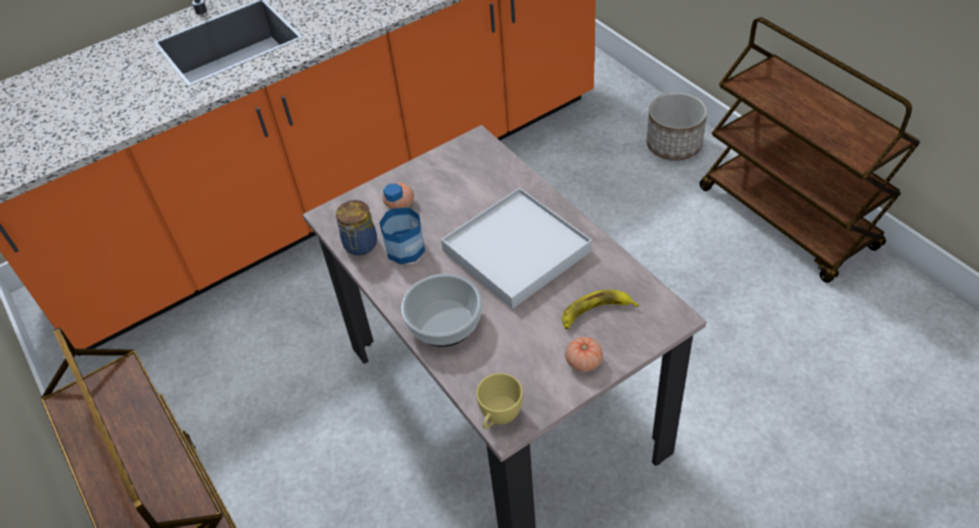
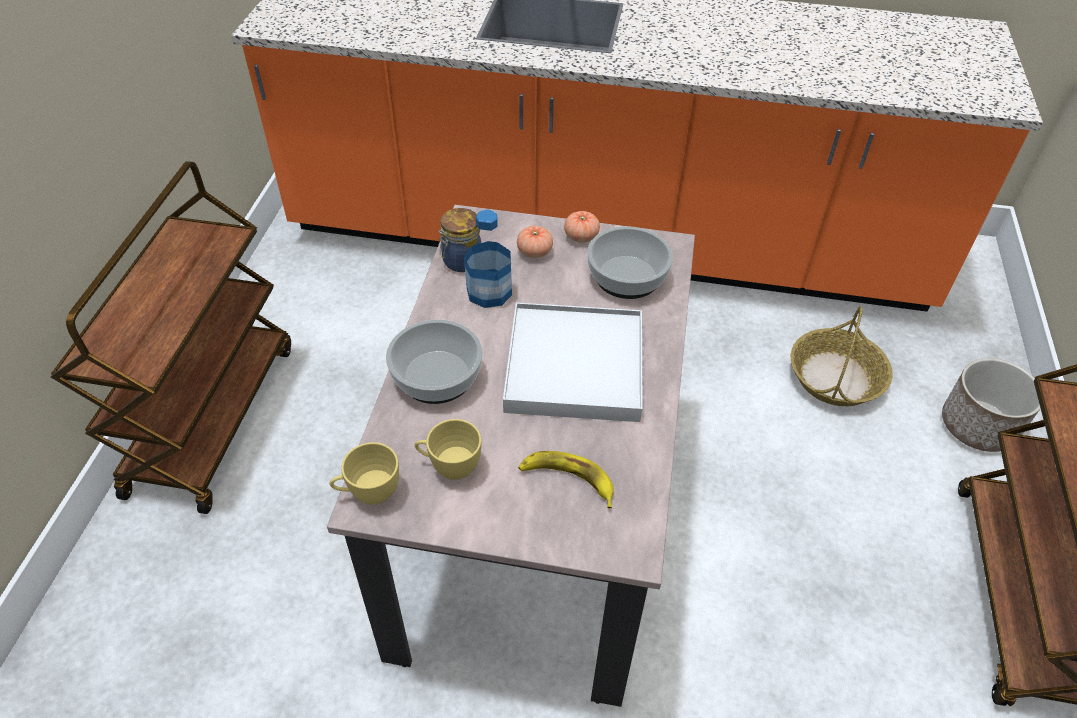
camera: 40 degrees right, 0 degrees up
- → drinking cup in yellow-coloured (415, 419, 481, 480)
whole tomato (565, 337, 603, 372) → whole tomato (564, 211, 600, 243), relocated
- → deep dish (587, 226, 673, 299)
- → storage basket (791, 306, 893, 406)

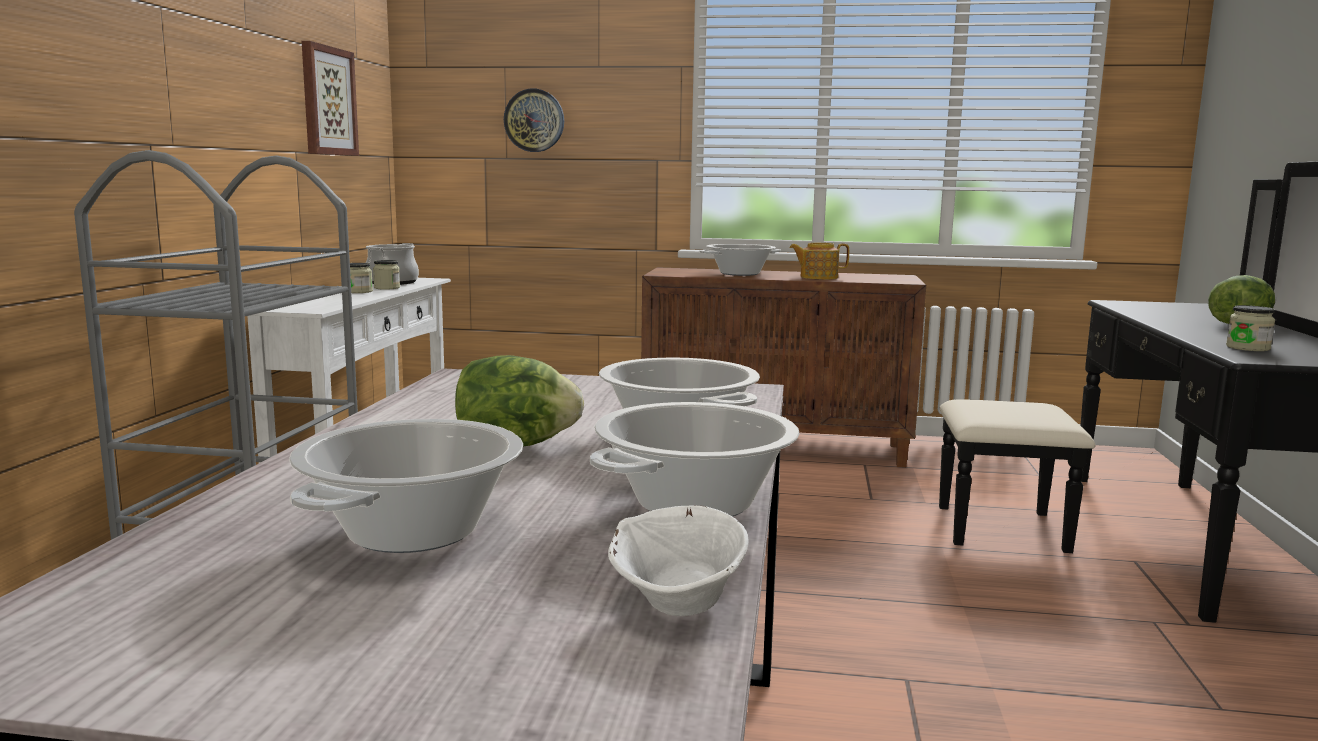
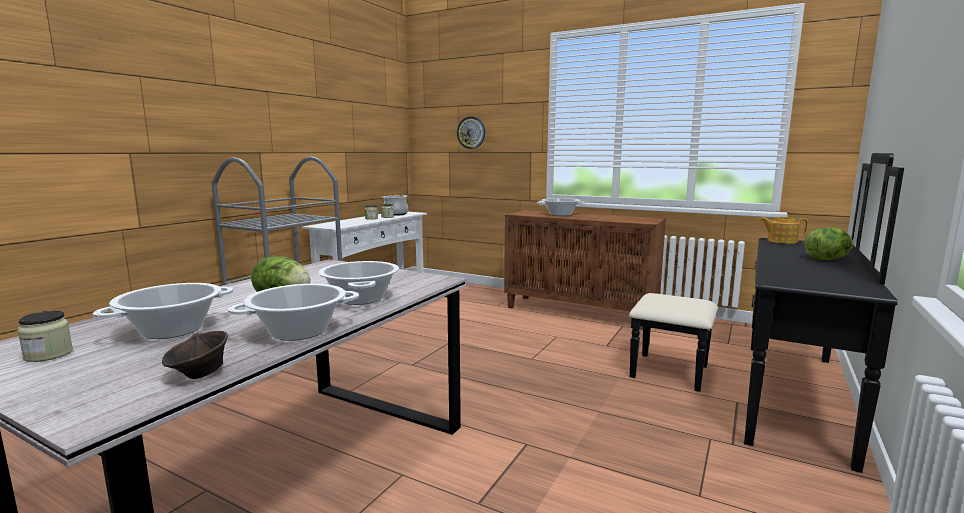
camera: 20 degrees right, 0 degrees up
preserve jar (1226, 305, 1275, 351) → preserve jar (17, 311, 73, 362), relocated
deep dish in white-coloured (608, 505, 749, 616) → deep dish in brown (162, 331, 228, 379)
teapot (789, 243, 849, 279) → teapot (760, 217, 808, 244), relocated
picture (302, 41, 359, 156) → -

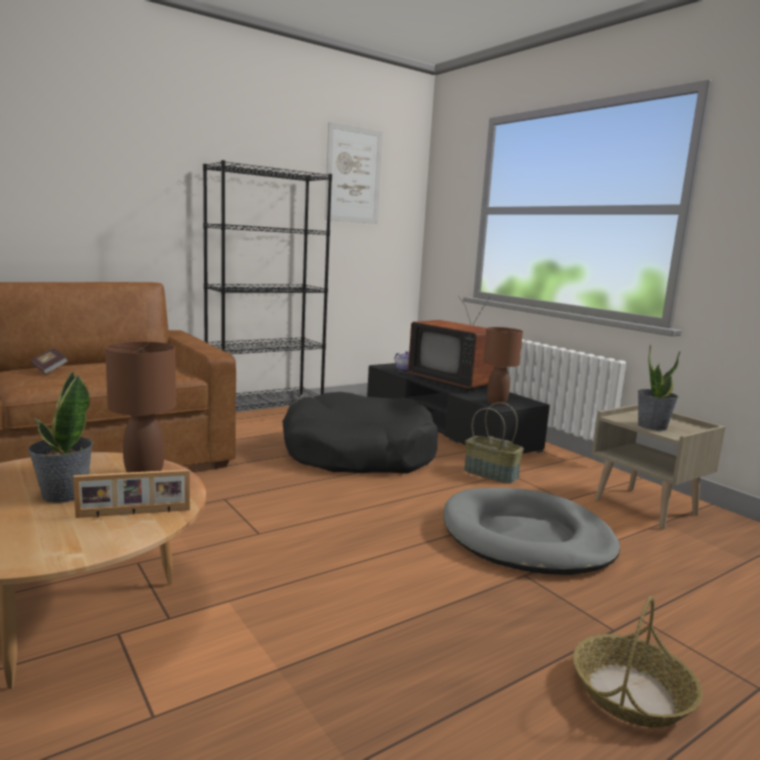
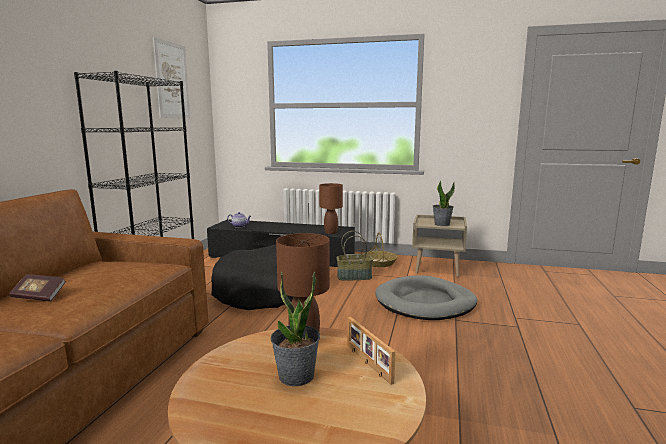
camera: 40 degrees left, 0 degrees up
picture frame (73, 469, 190, 518) → picture frame (347, 317, 395, 385), 120 degrees clockwise
storage basket (573, 596, 703, 728) → storage basket (362, 233, 398, 267), relocated
TV (408, 297, 494, 391) → -

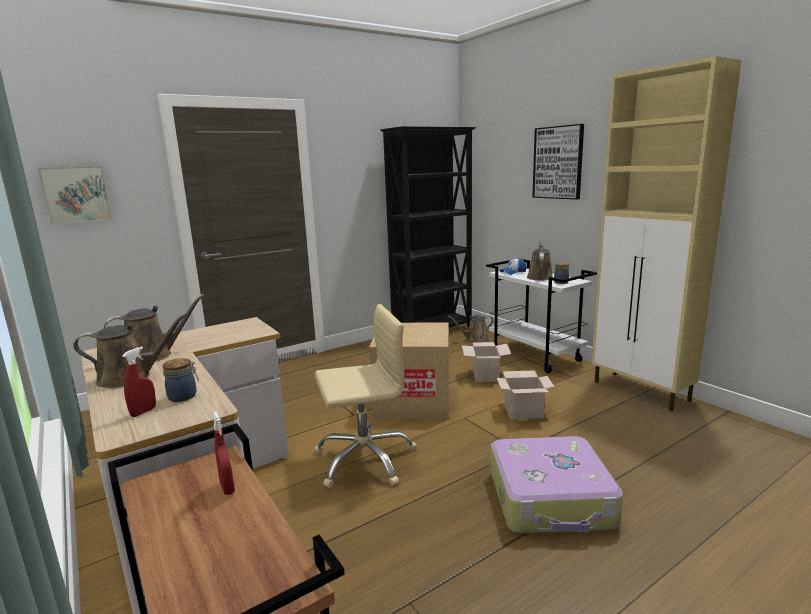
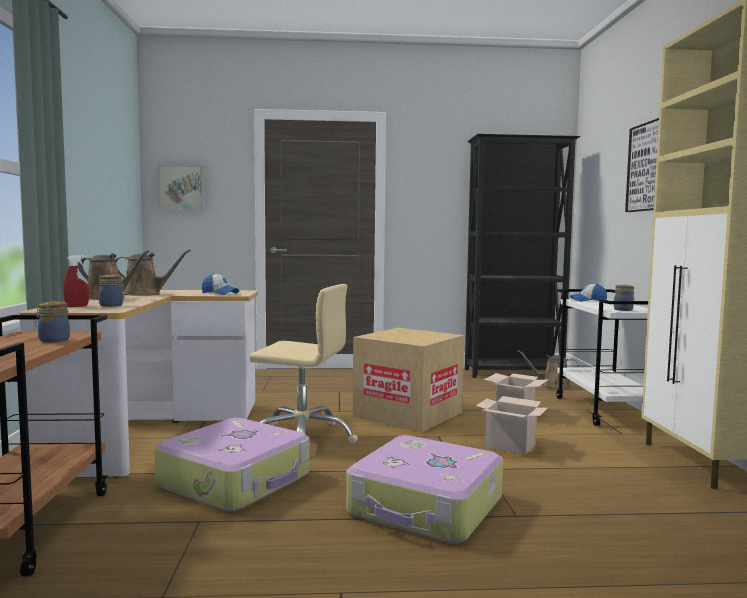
camera: 30 degrees right, 10 degrees down
spray bottle in red-coloured (212, 412, 235, 495) → preserve jar (35, 302, 70, 343)
- → suitcase (155, 418, 309, 512)
- → peaked cap (202, 273, 239, 295)
watering can in brown (527, 239, 553, 280) → -

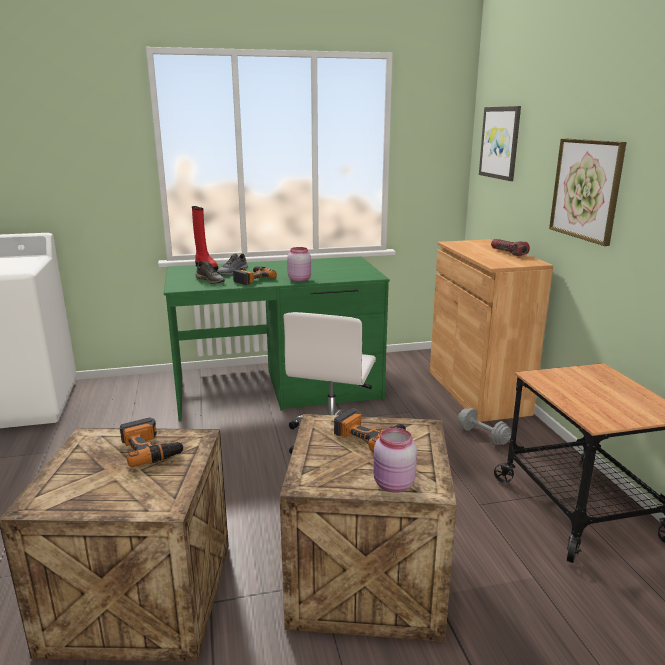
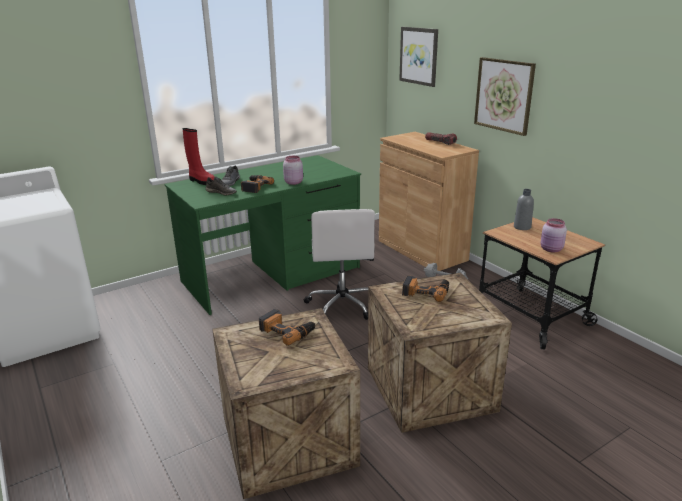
camera: 20 degrees left, 5 degrees up
- → beverage bottle in greyish (514, 189, 534, 230)
preserve jar in pink (373, 428, 417, 492) → preserve jar in pink (540, 218, 567, 253), relocated

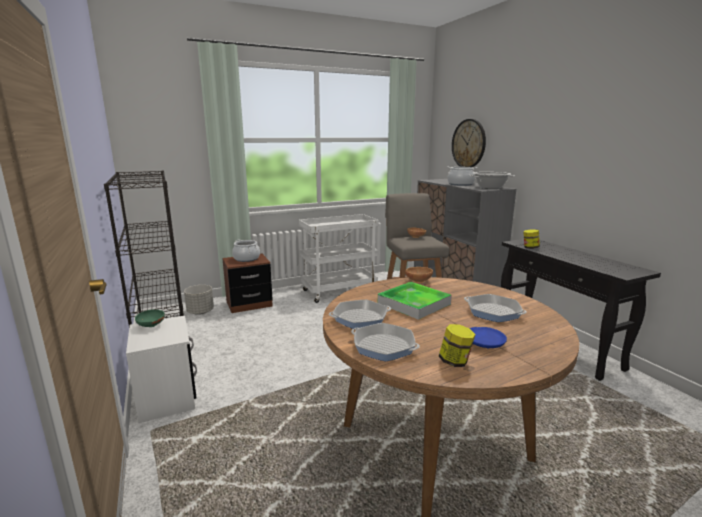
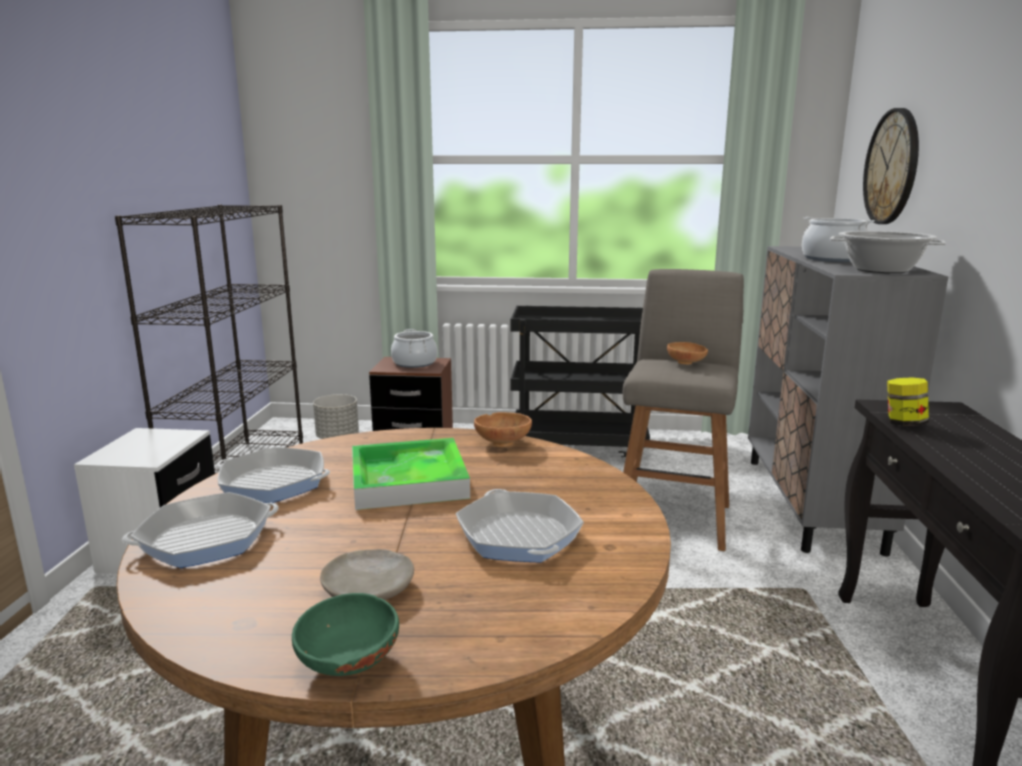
camera: 30 degrees right, 0 degrees up
skillet (351, 323, 420, 361) → skillet (122, 492, 279, 568), 90 degrees counterclockwise
deep dish in green-coloured (135, 309, 165, 327) → deep dish in green-coloured (292, 593, 399, 676), relocated
plate in blue (470, 327, 507, 348) → plate in beige (320, 549, 414, 600)
trolley in white-coloured (299, 214, 379, 303) → trolley in black (511, 306, 650, 457)
preserve jar (439, 324, 475, 367) → -

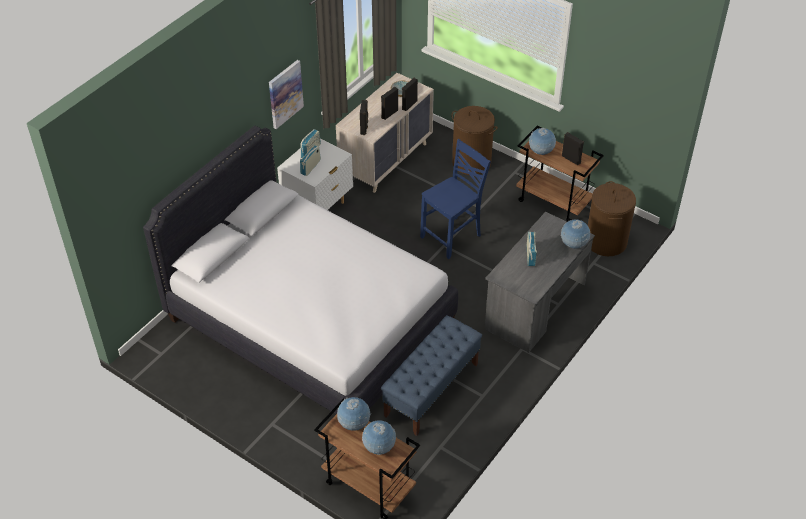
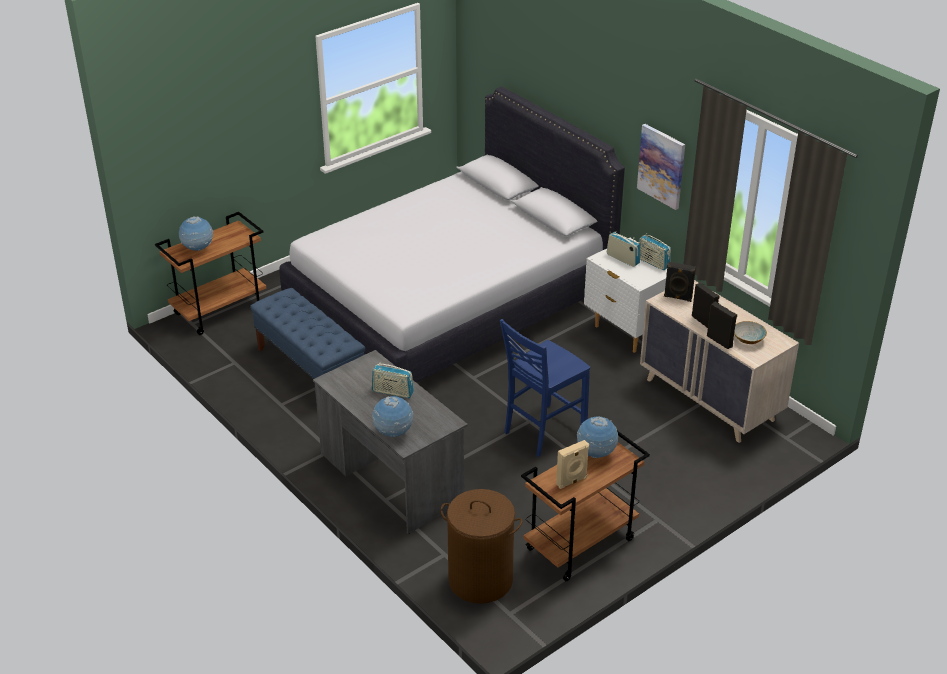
camera: 105 degrees right, 10 degrees down
upright chair in blue (420, 139, 491, 259) → upright chair in blue (500, 319, 590, 457), 75 degrees clockwise
speaker in black (562, 132, 584, 165) → speaker in beige (556, 440, 589, 489)
world globe (337, 397, 371, 431) → -
hamper in brown (451, 106, 498, 175) → -

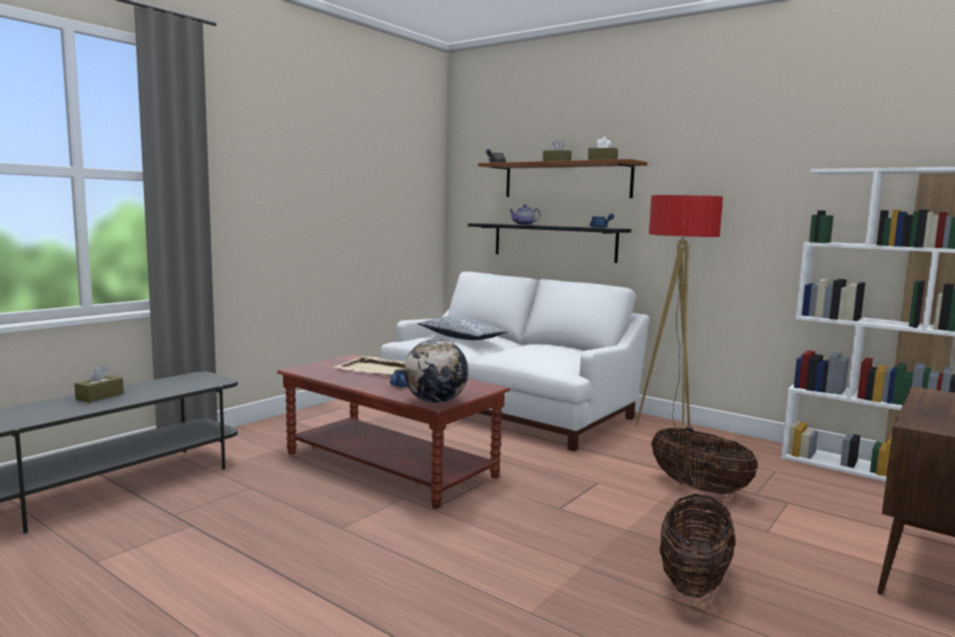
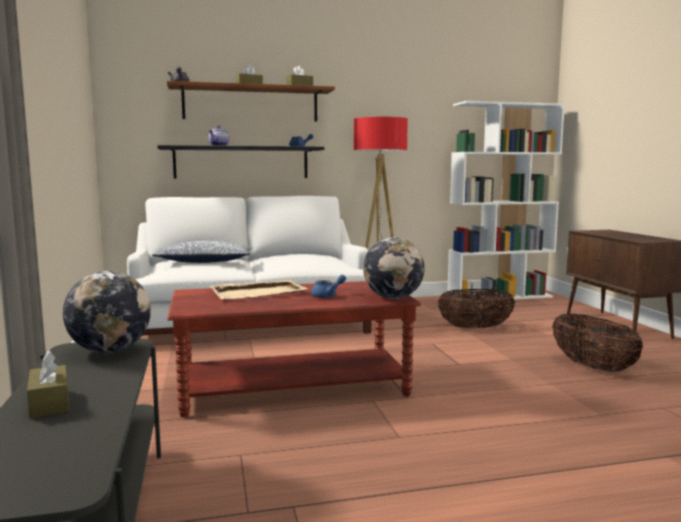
camera: 50 degrees left, 0 degrees up
- → world globe (63, 271, 151, 353)

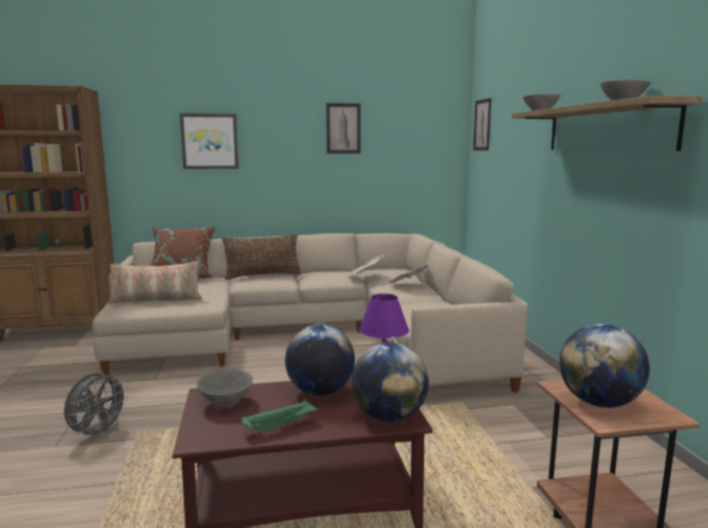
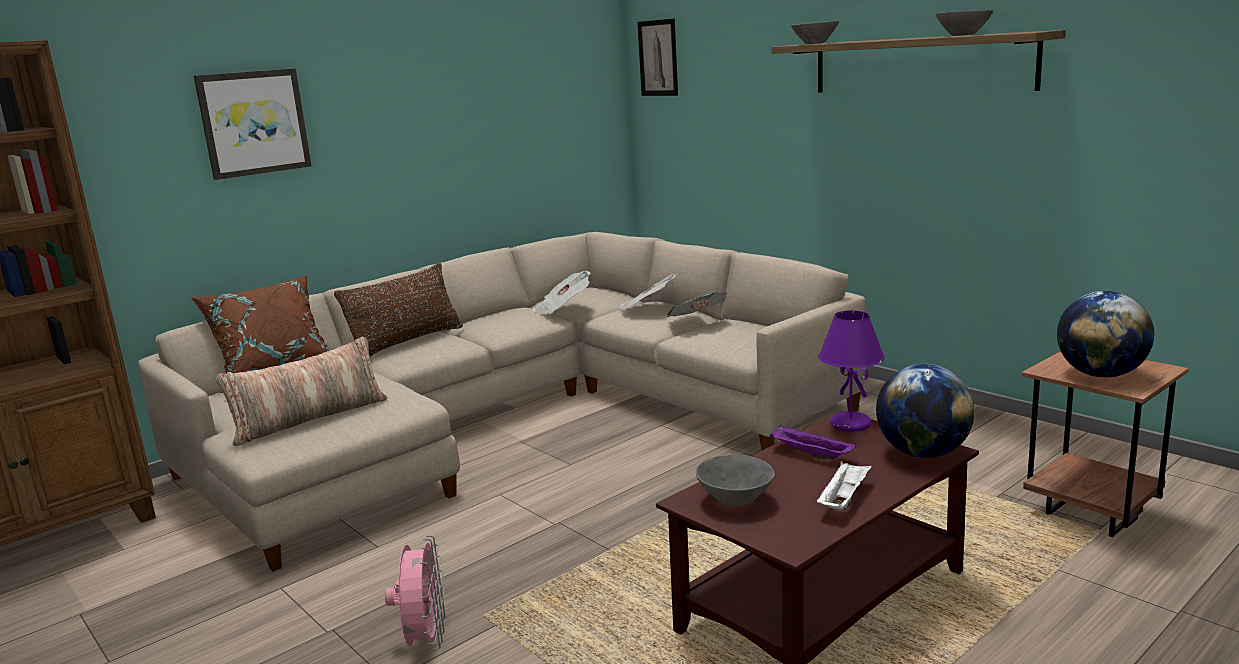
camera: 30 degrees left, 5 degrees up
cooling fan in greyish (64, 371, 129, 440) → cooling fan in pink (385, 535, 445, 651)
- → newspaper (666, 292, 728, 317)
world globe (285, 324, 355, 396) → tray in purplish (769, 425, 857, 459)
tray in green-coloured (241, 399, 319, 432) → tray in white-coloured (816, 461, 872, 510)
picture (326, 103, 361, 153) → -

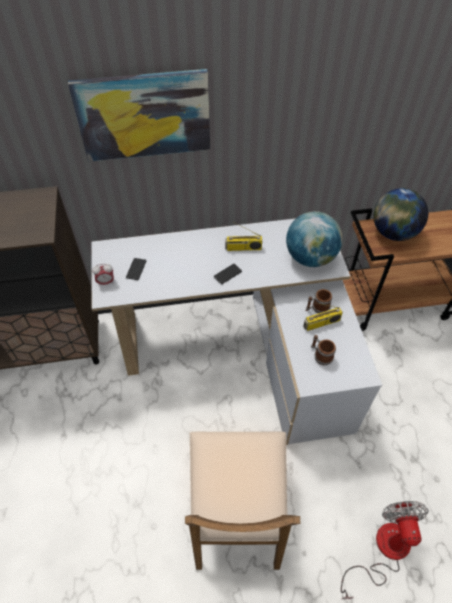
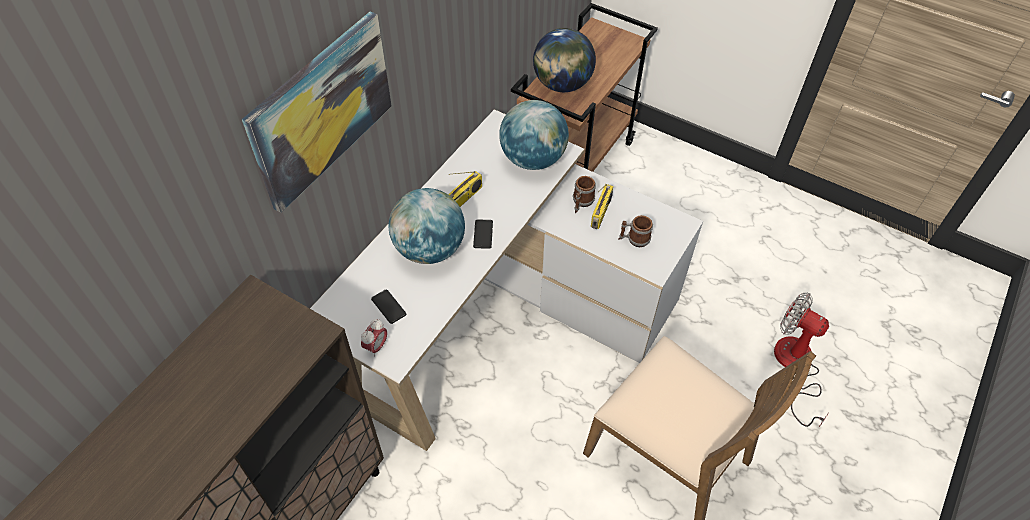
camera: 50 degrees left, 0 degrees up
- → world globe (388, 188, 465, 264)

